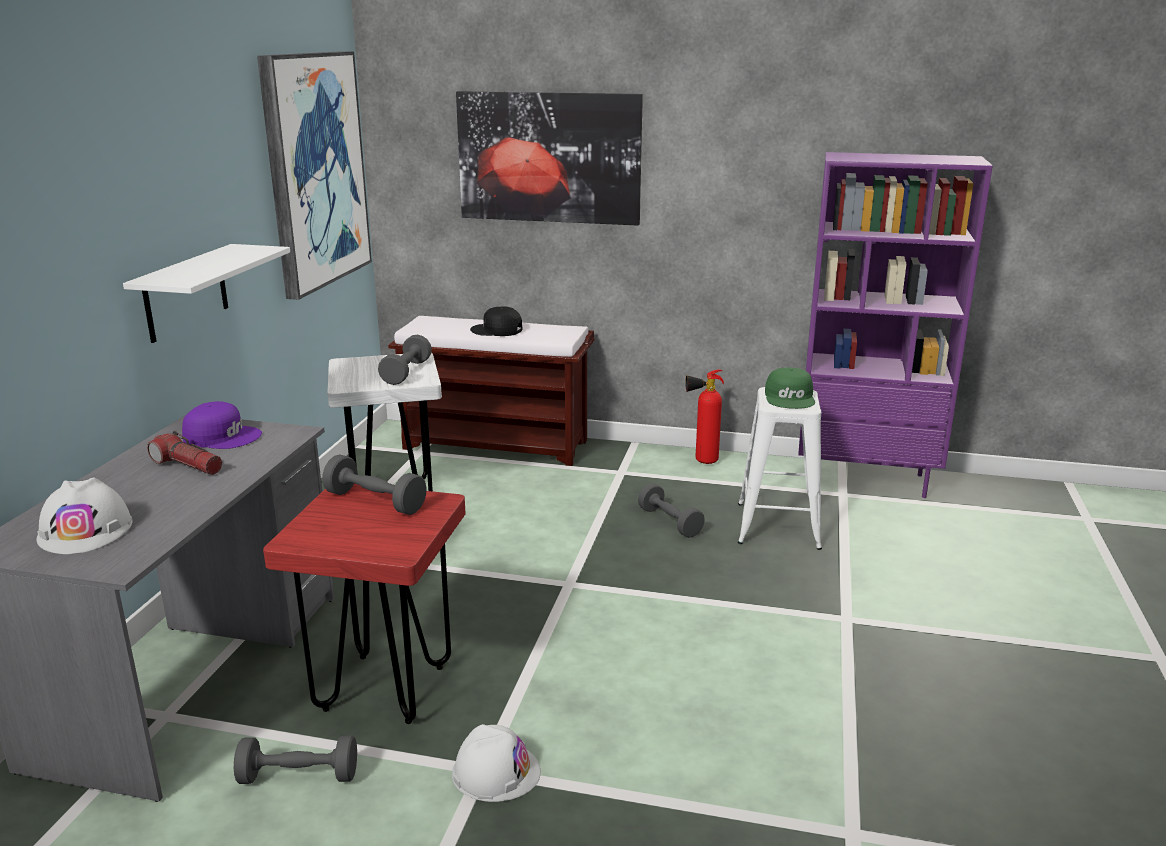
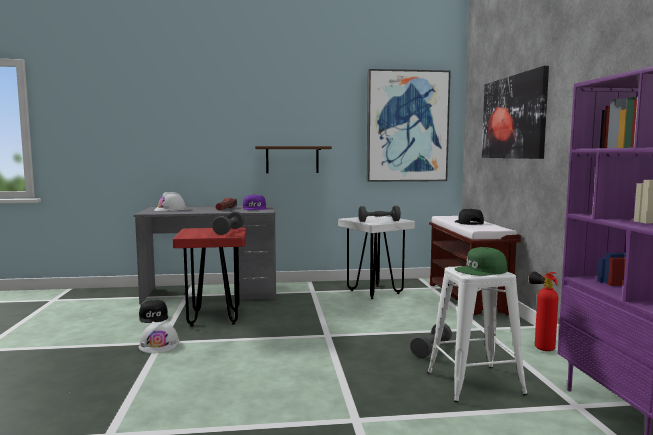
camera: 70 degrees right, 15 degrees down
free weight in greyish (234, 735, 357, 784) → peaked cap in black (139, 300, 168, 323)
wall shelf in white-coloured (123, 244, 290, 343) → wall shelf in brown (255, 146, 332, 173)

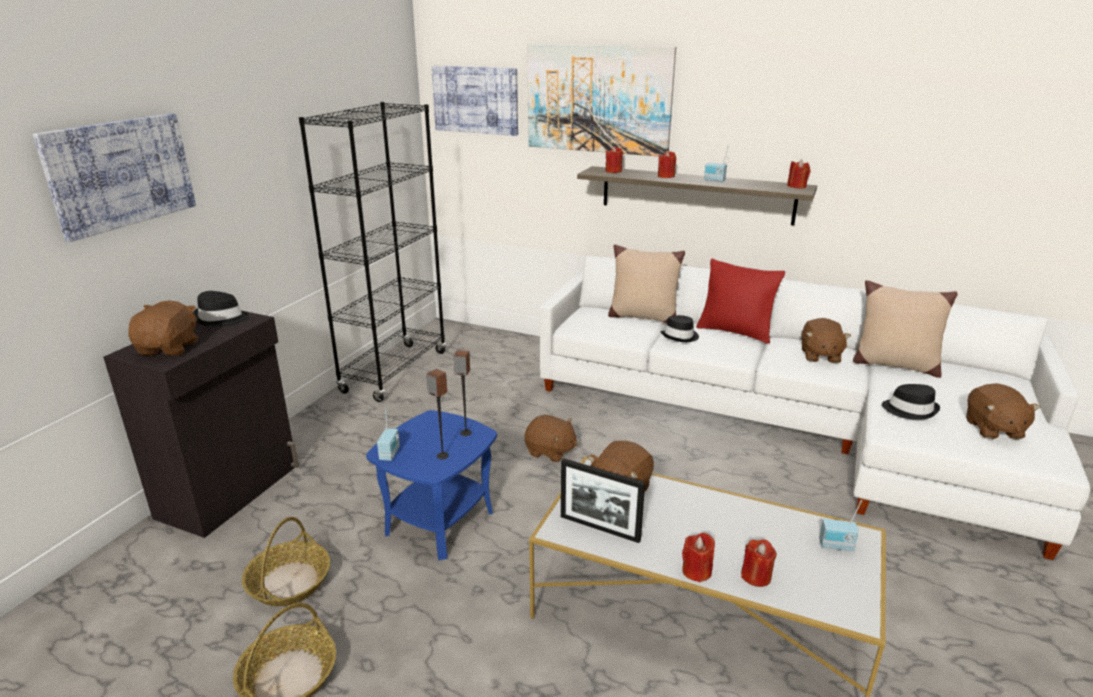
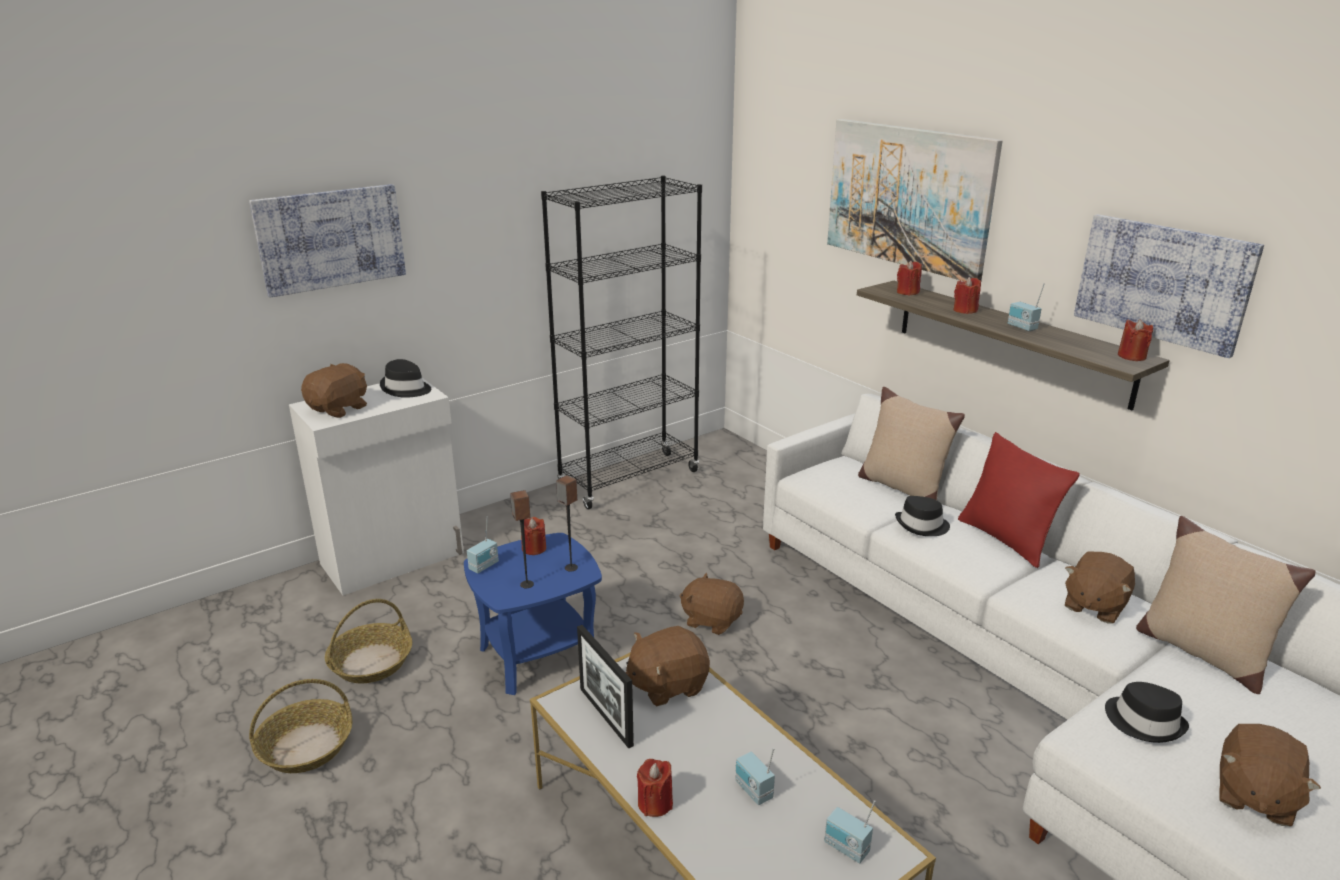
camera: 30 degrees right, 0 degrees up
cabinet in black (103, 311, 299, 538) → cabinet in white-coloured (289, 378, 464, 595)
wax candle in red-coloured (741, 539, 777, 587) → wax candle in red-coloured (521, 517, 546, 555), relocated
soft toy in brown (525, 415, 578, 462) → soft toy in brown (680, 573, 744, 635), 150 degrees clockwise
- → radio set (736, 748, 775, 805)
picture (431, 66, 518, 136) → picture (1074, 214, 1264, 358), relocated

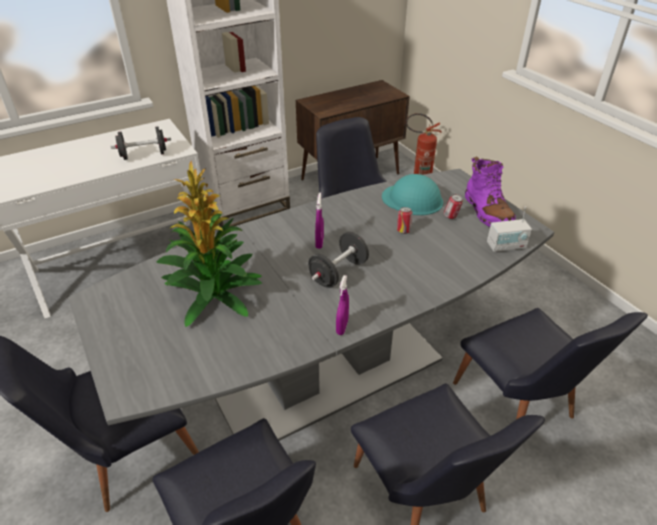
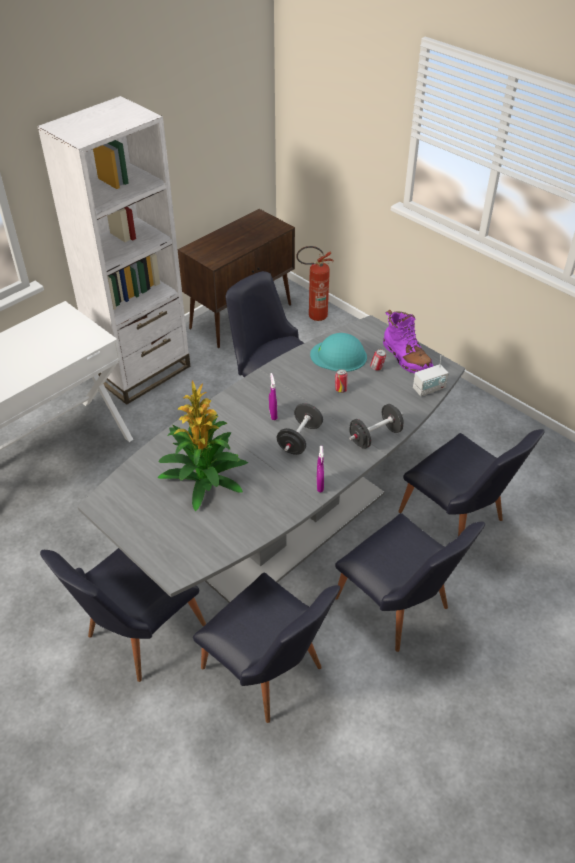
camera: 15 degrees left, 5 degrees up
free weight in black (111, 126, 171, 160) → free weight in black (349, 404, 404, 449), relocated

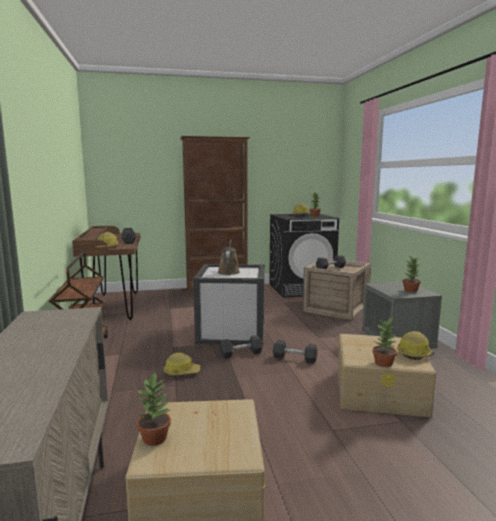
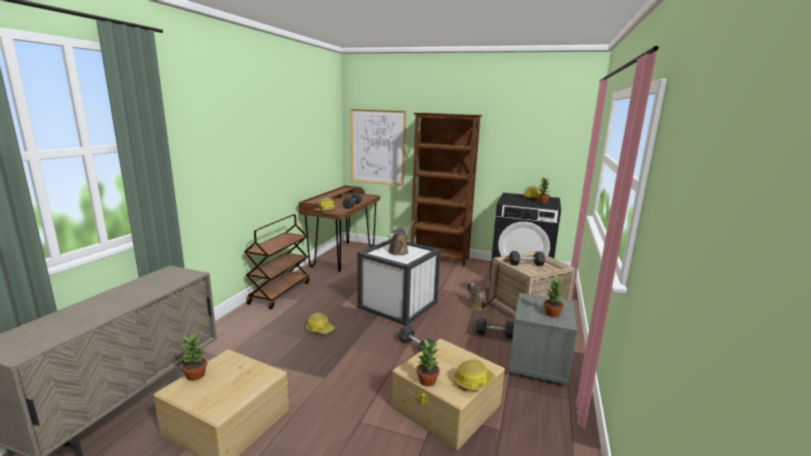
camera: 30 degrees right, 5 degrees up
- → picture (350, 109, 406, 186)
- → watering can in brown (467, 283, 500, 311)
free weight in greyish (220, 335, 263, 359) → free weight in greyish (476, 318, 514, 339), relocated

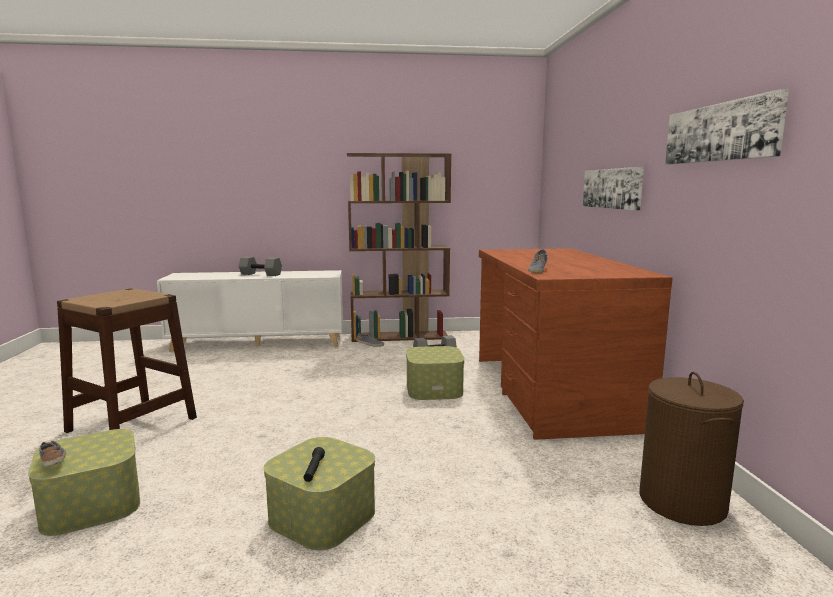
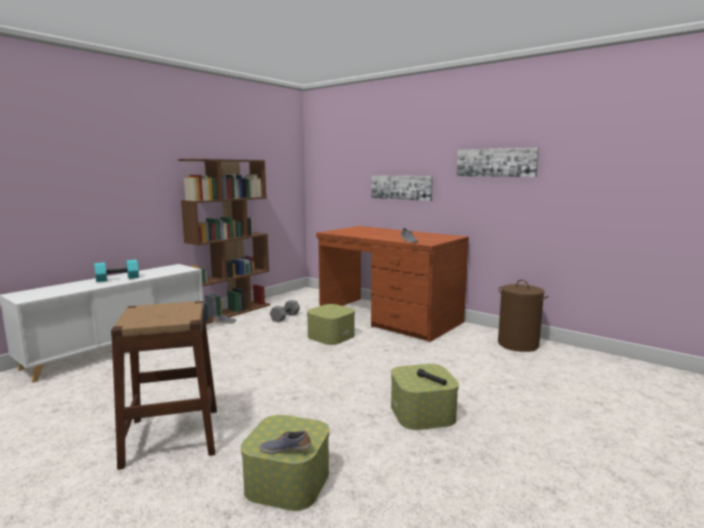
camera: 45 degrees left, 0 degrees up
free weight in greyish (239, 256, 282, 276) → free weight in blue-green (94, 260, 139, 282)

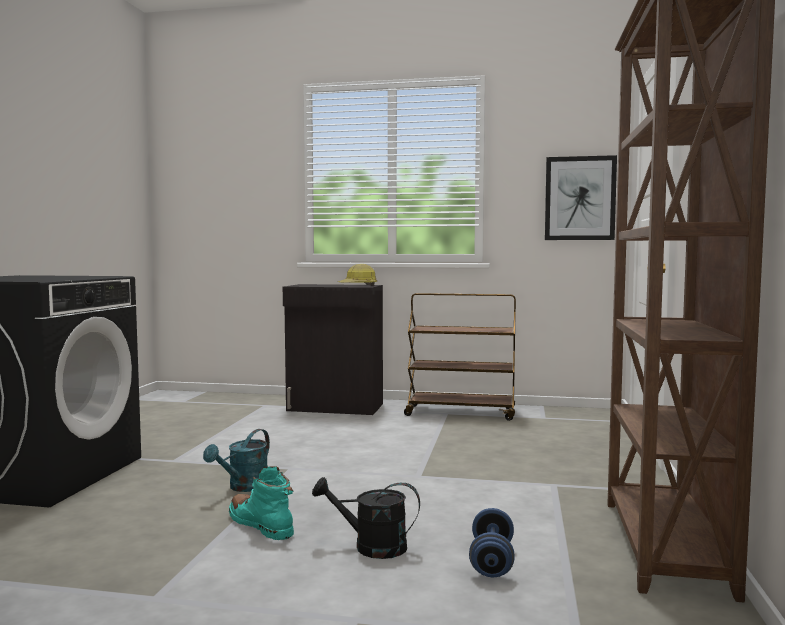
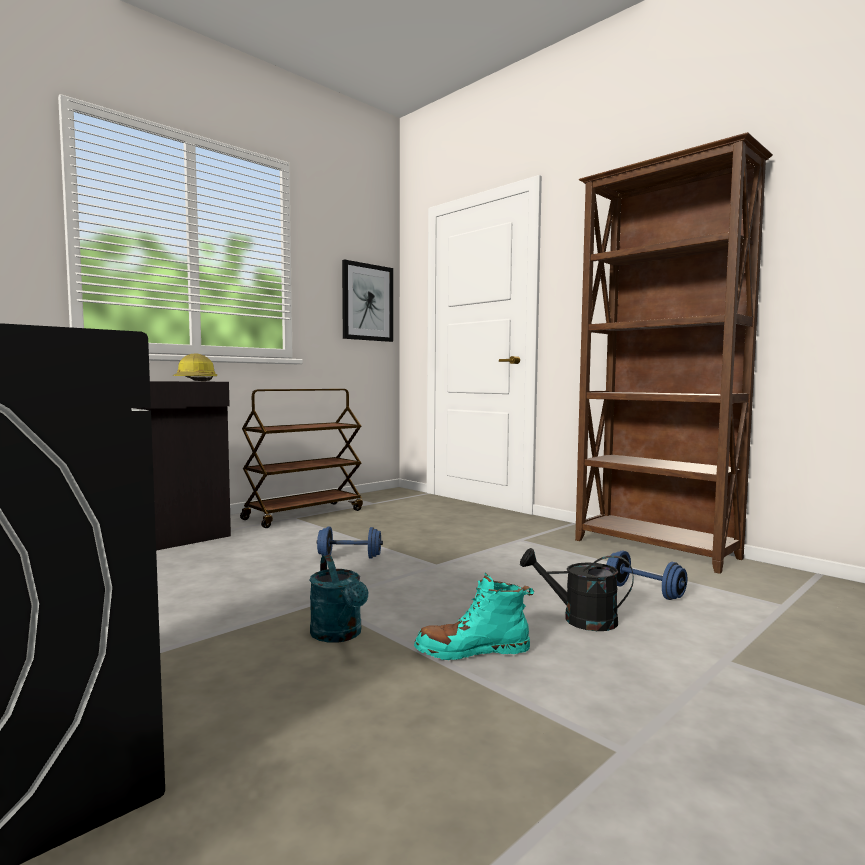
camera: 55 degrees left, 0 degrees up
- → free weight in blue (317, 527, 383, 558)
watering can in black (312, 477, 420, 559) → watering can in black (520, 548, 634, 631), 60 degrees clockwise

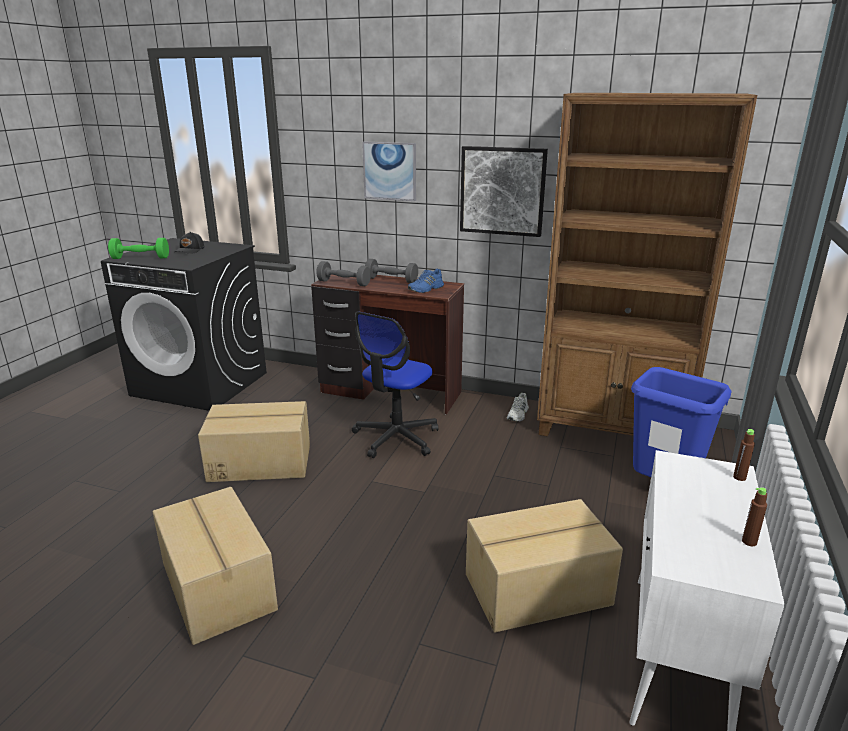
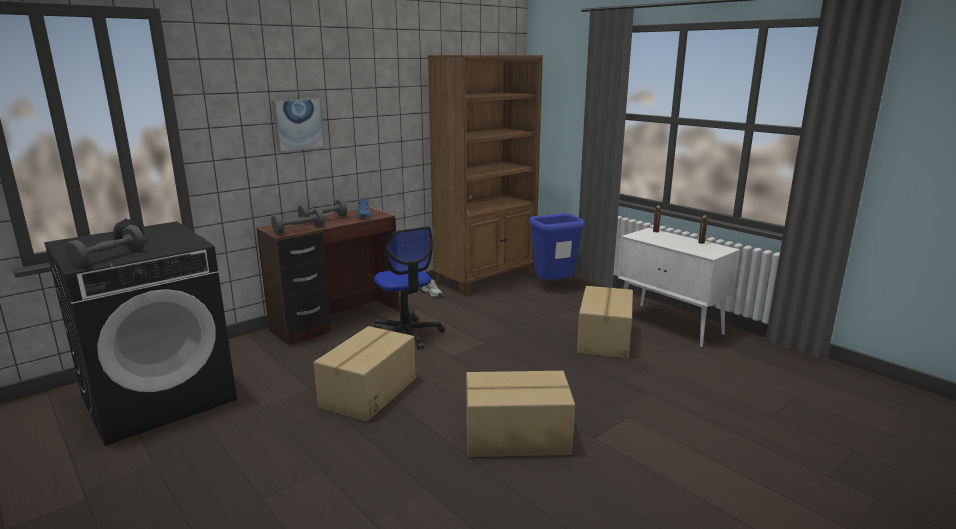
camera: 60 degrees left, 5 degrees down
free weight in green-coloured (108, 238, 169, 259) → free weight in greyish (65, 226, 145, 267)
picture (460, 146, 548, 237) → -

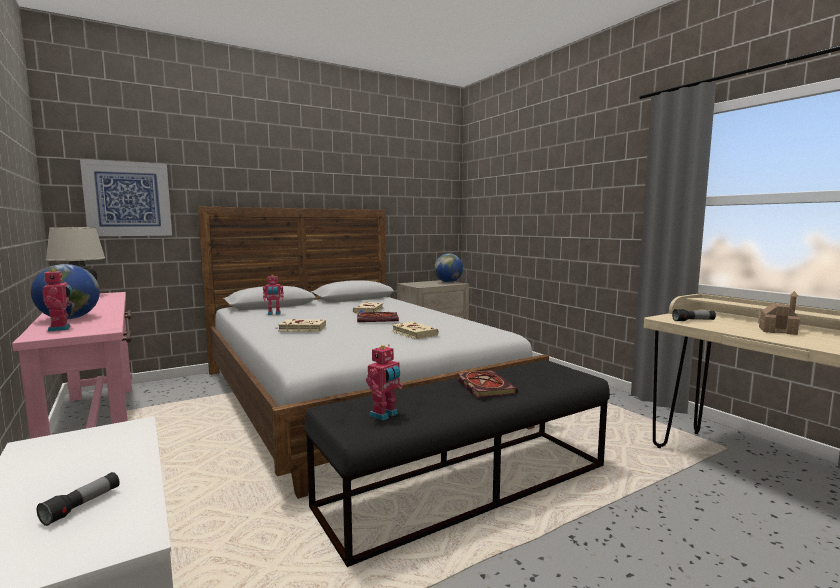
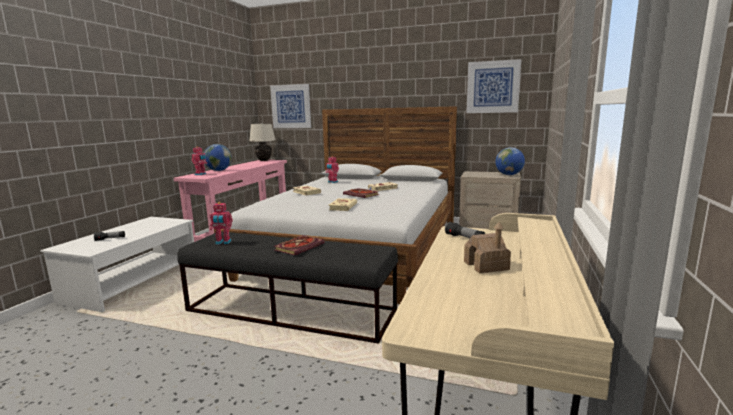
camera: 50 degrees right, 5 degrees up
- → picture (466, 59, 522, 113)

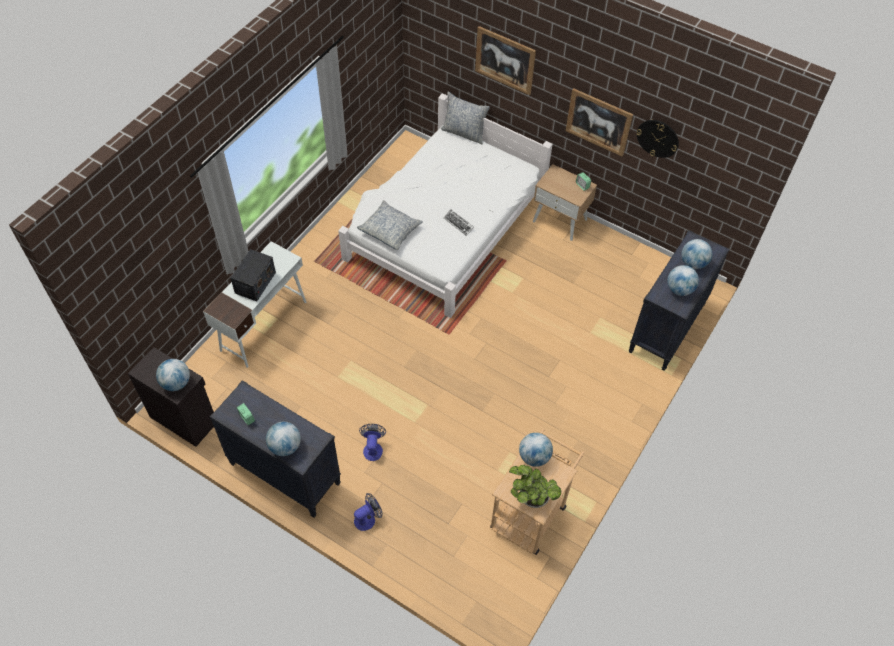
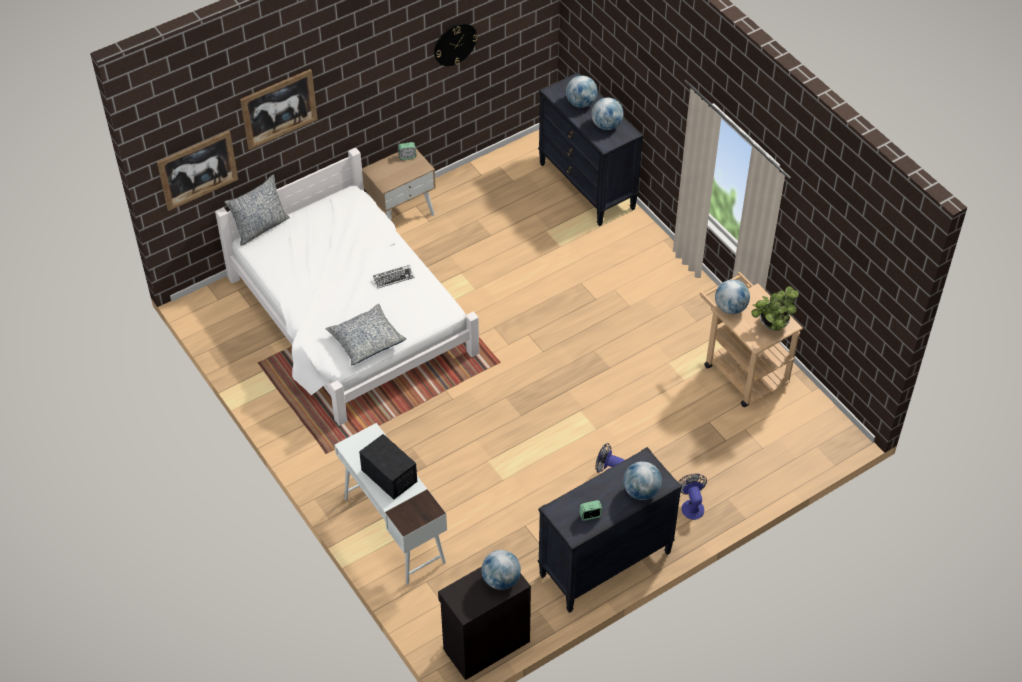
camera: 65 degrees left, 5 degrees down
picture (566, 88, 633, 156) → picture (157, 130, 238, 211), relocated

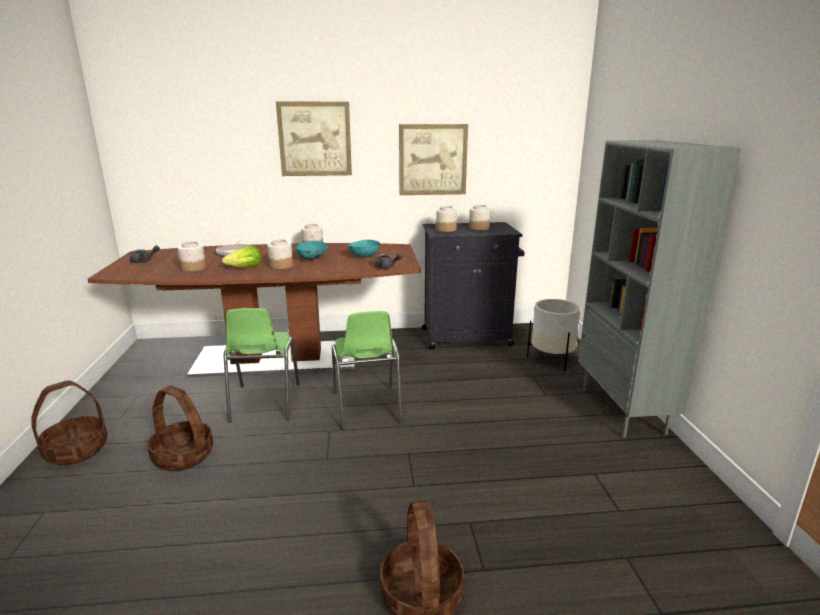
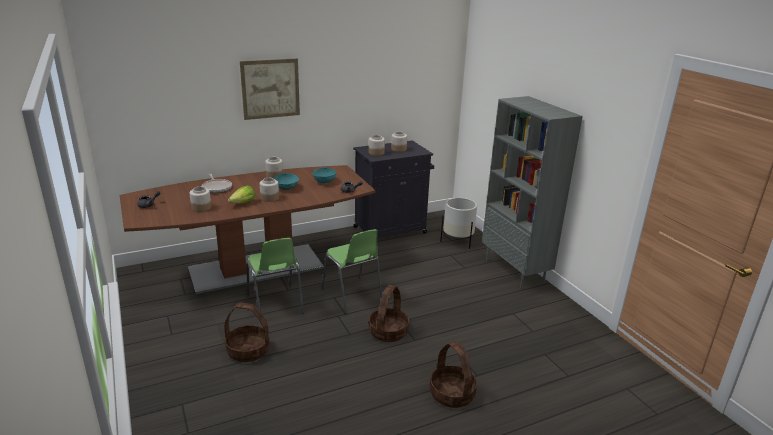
camera: 20 degrees left, 5 degrees up
storage basket (31, 380, 107, 465) → storage basket (369, 285, 409, 342), relocated
picture (399, 124, 468, 195) → -

